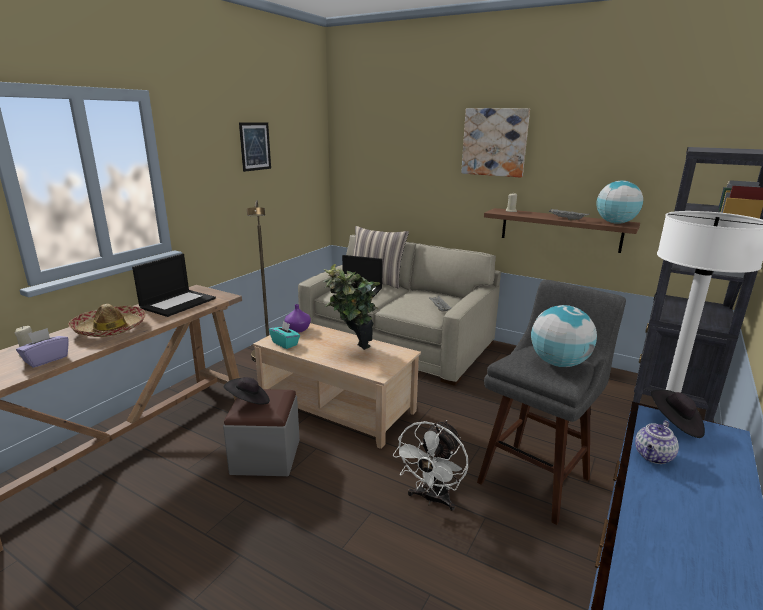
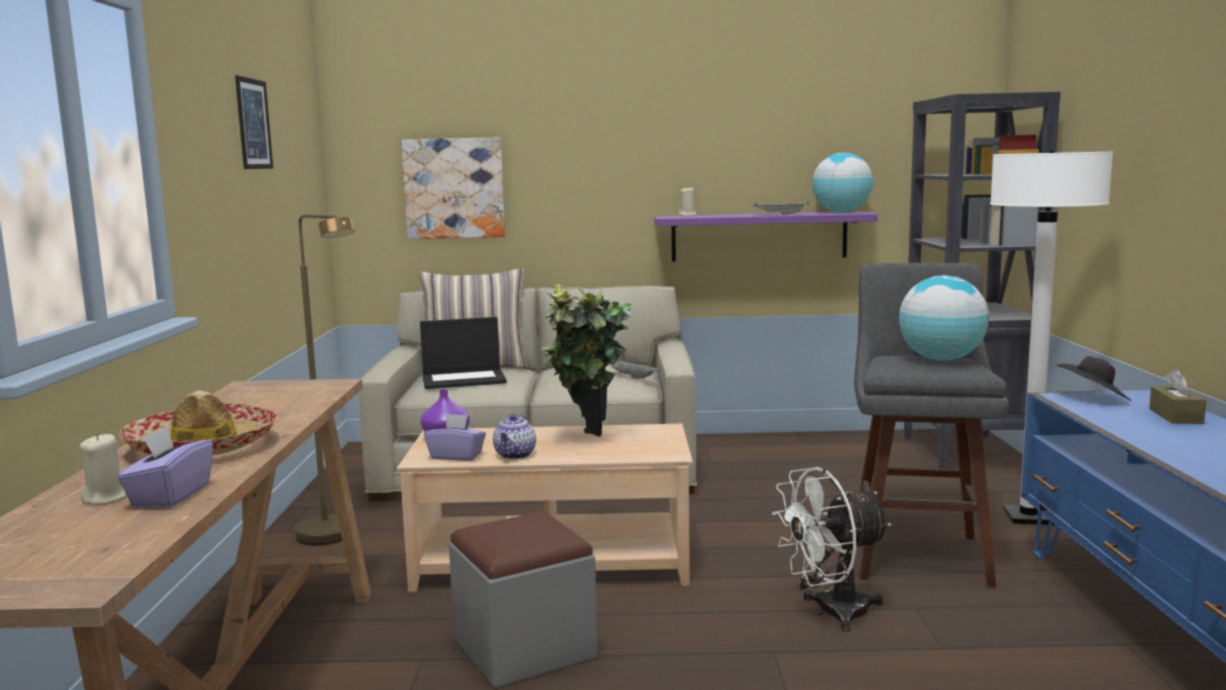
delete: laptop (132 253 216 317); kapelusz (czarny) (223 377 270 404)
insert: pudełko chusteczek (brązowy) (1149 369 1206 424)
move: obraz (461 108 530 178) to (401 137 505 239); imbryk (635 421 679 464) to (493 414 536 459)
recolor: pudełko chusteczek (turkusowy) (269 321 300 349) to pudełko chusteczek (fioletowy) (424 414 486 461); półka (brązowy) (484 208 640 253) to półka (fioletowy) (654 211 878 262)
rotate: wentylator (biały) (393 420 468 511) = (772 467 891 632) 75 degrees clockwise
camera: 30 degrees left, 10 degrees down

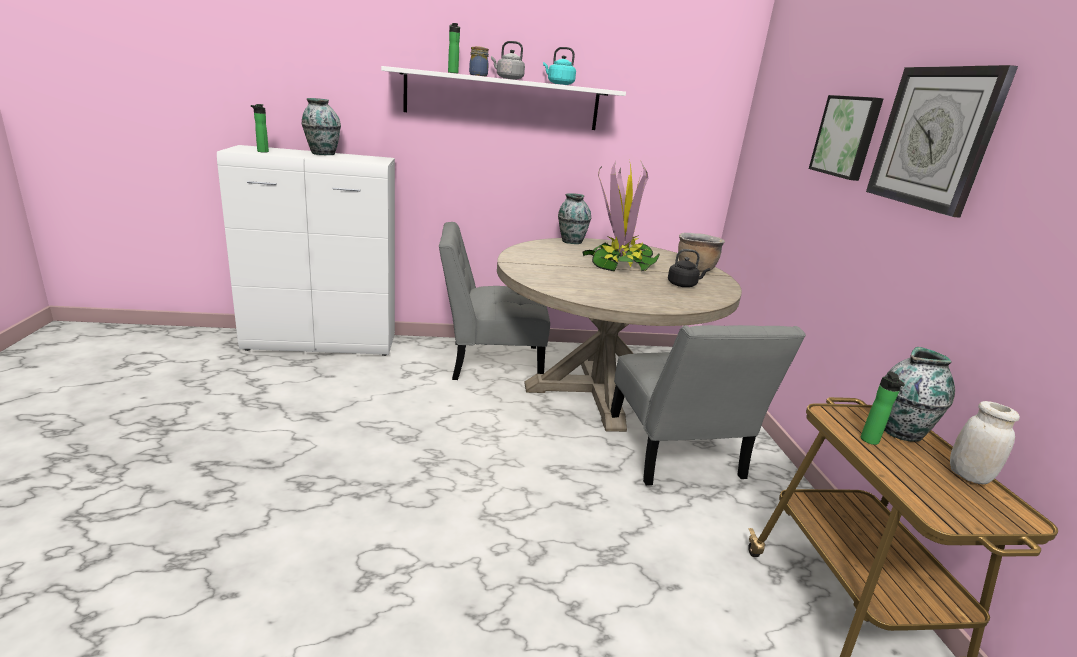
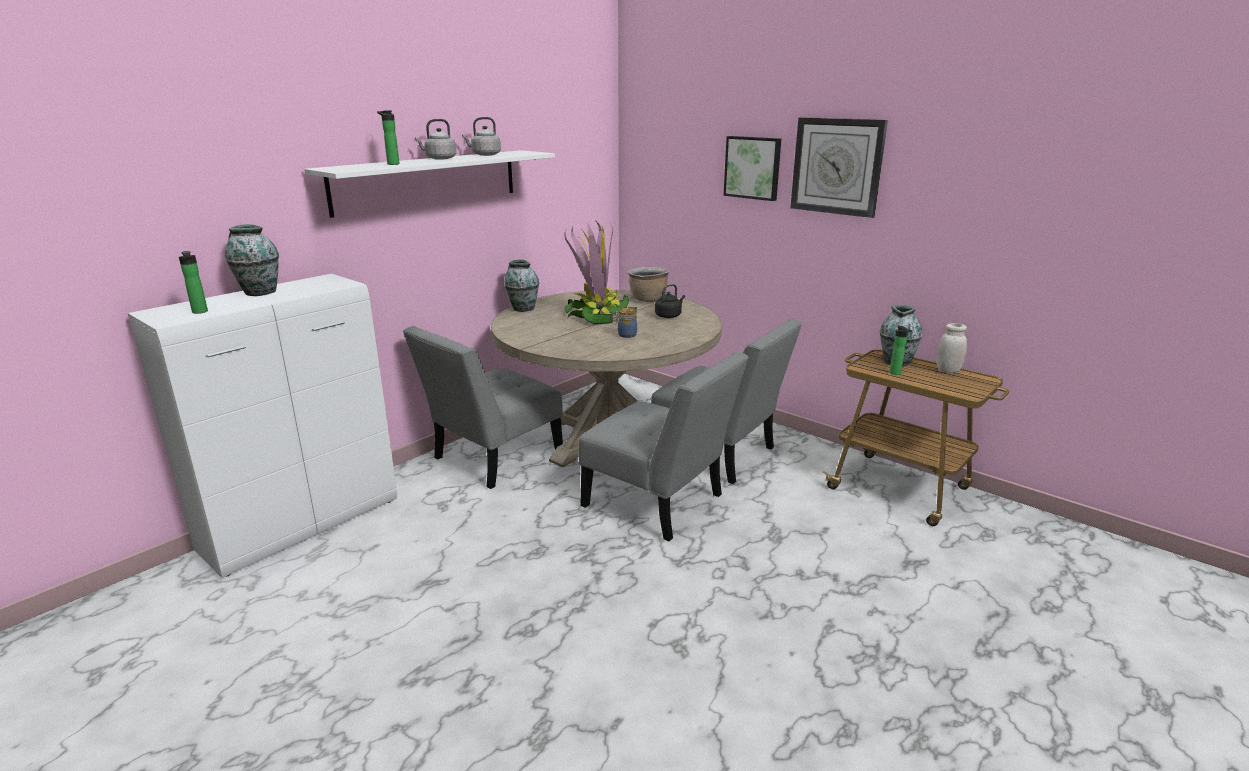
insert: krzesło (szary) (578 352 749 542)
move: słoik (469 46 489 76) to (616 308 637 338)
recolor: czajnik (turkusowy) (543 47 576 85) to czajnik (szary) (462 117 501 156)
camera: 40 degrees left, 0 degrees up

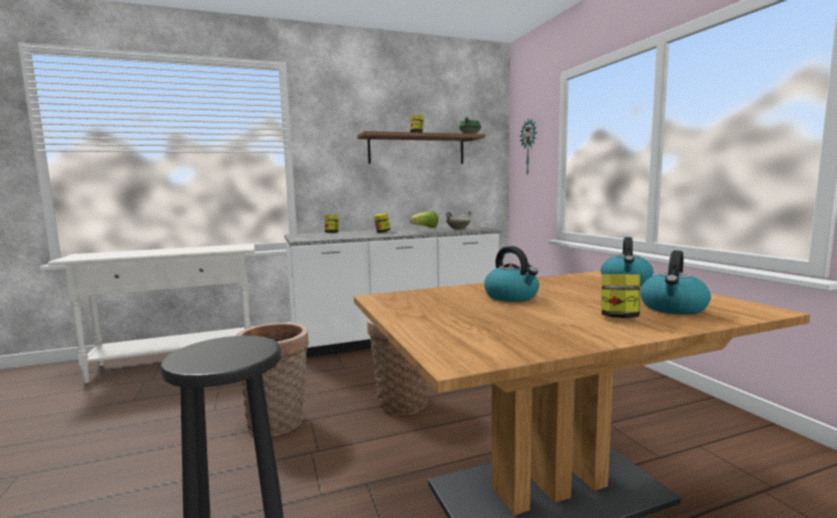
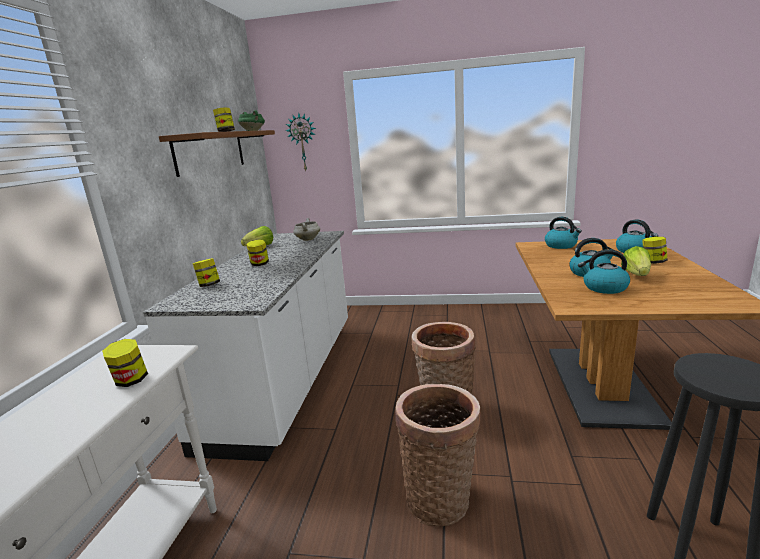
insert: słoik (102 339 148 387); czajnik (578 249 630 294); sałata (621 246 651 276)
camera: 60 degrees left, 10 degrees up

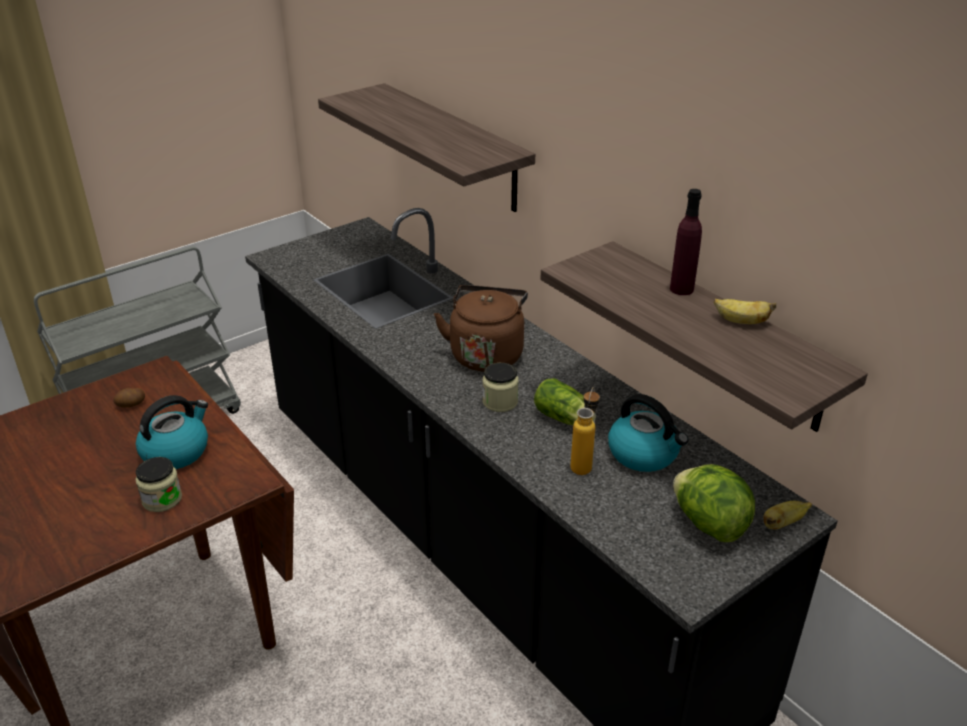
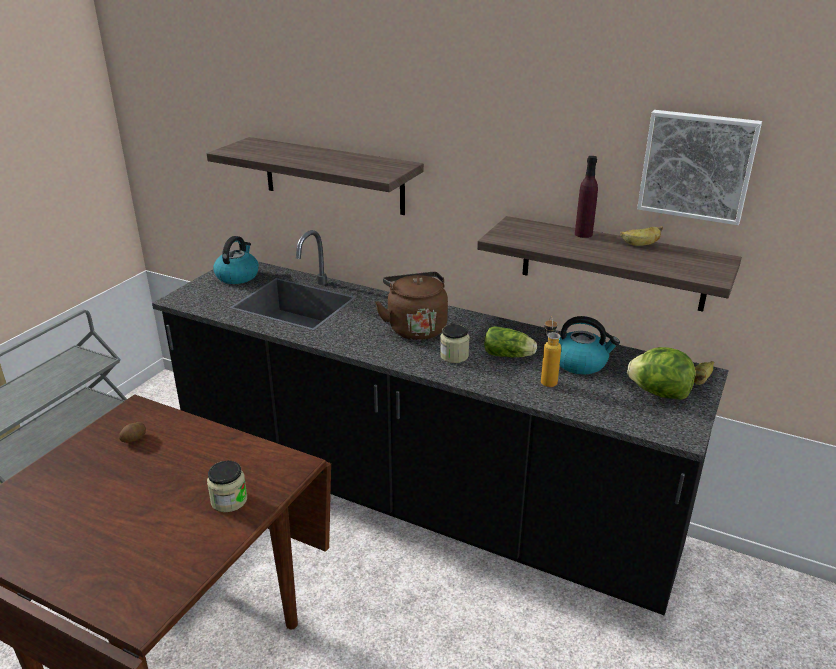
insert: obraz (637 110 762 225)
move: czajnik (136 395 208 469) to (213 236 259 284)
camera: 25 degrees left, 5 degrees down

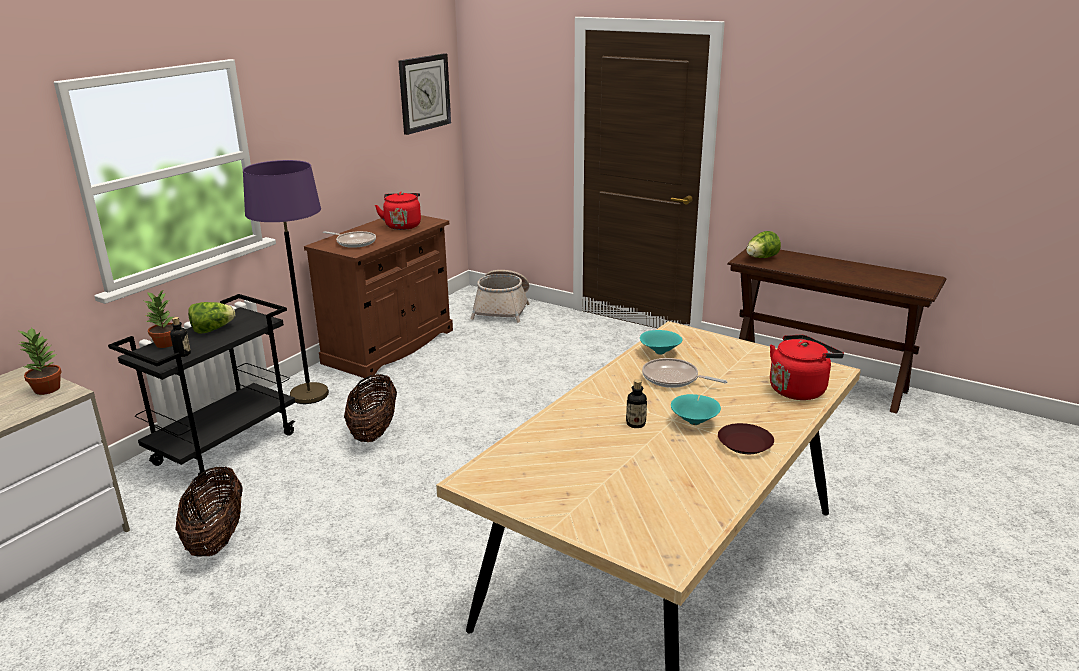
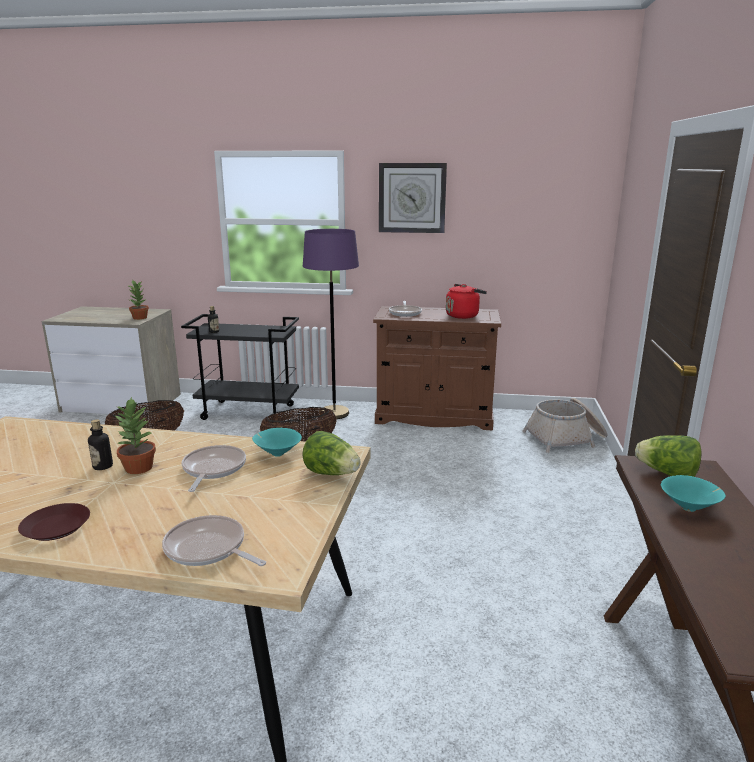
move: roślina doniczkowa (144 290 174 348) to (114 397 156 474); sałata (188 302 235 334) to (302 431 361 475); zegar ścienny (398 53 451 135) to (379 163 447 233); miska (turkusowy) (671 394 721 425) to (661 475 726 512)
replace: czajnik (czerwony) (770 335 844 400) to patelnia (162 515 266 566)
camera: 65 degrees right, 5 degrees down

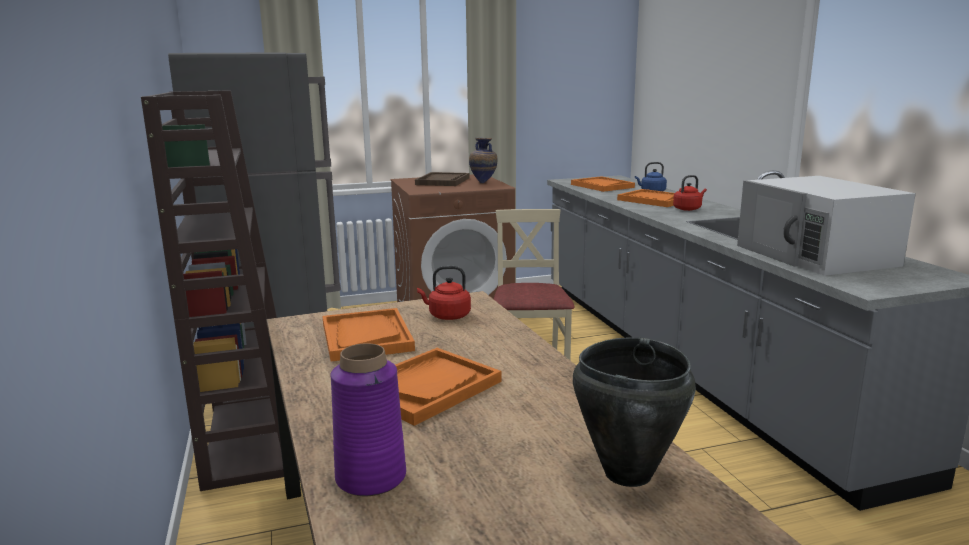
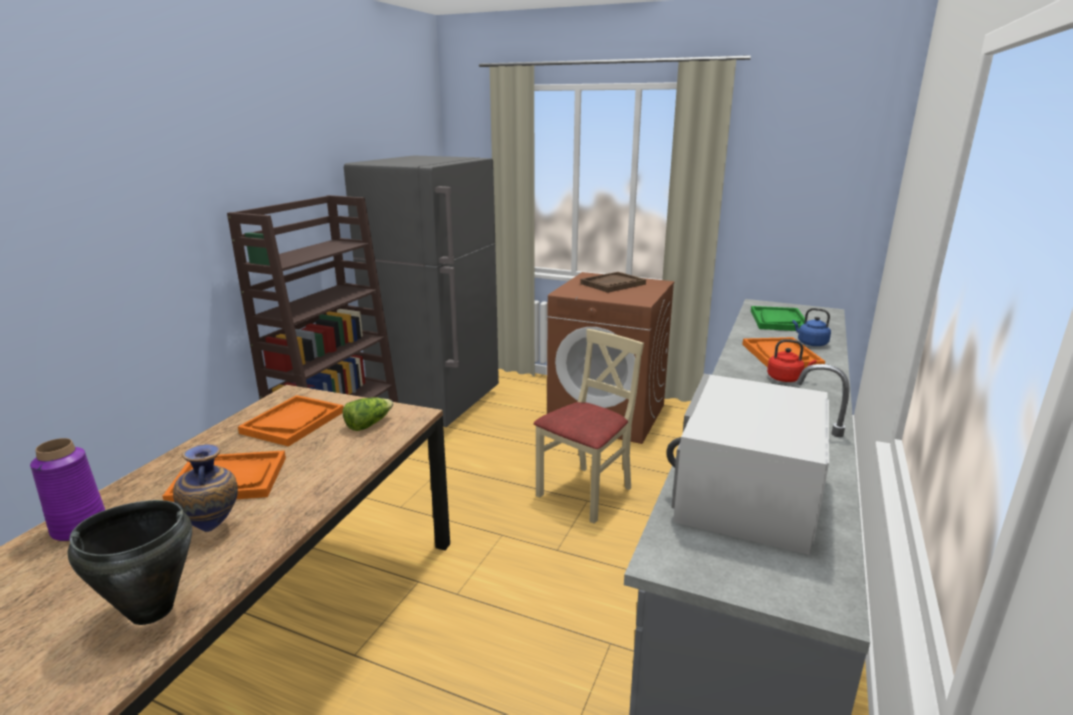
move: wazon (469 138 497 183) to (173 444 238 532)
replace: czajnik (czerwony) (417 266 471 320) to sałata (342 397 393 431)
recolor: taca (pomarańczowy) (571 176 635 192) to taca (zielony) (751 306 805 331)
camera: 40 degrees right, 5 degrees up

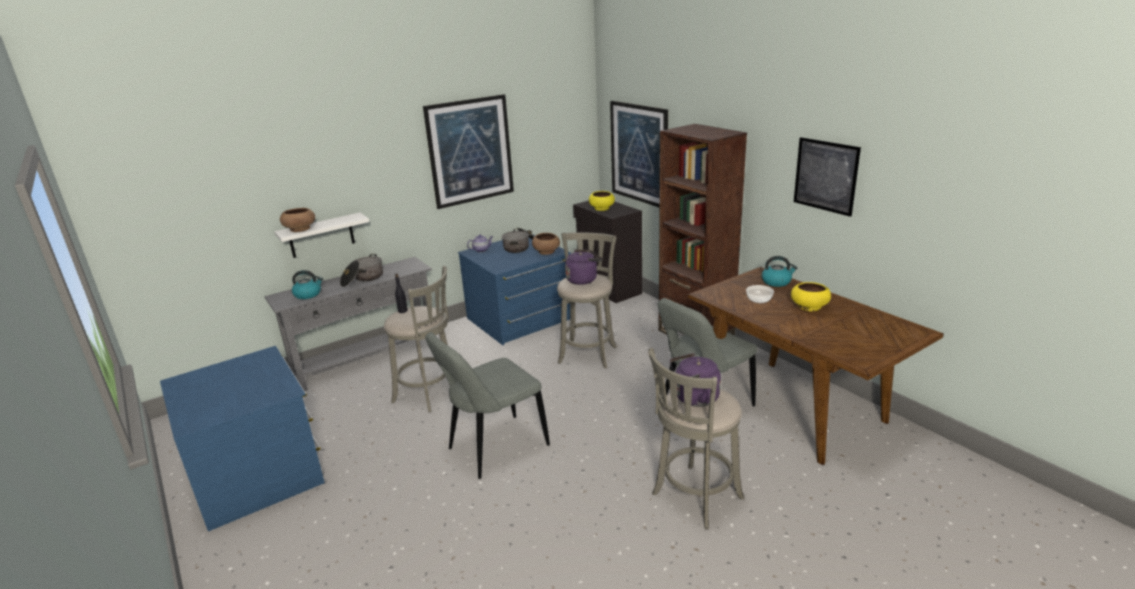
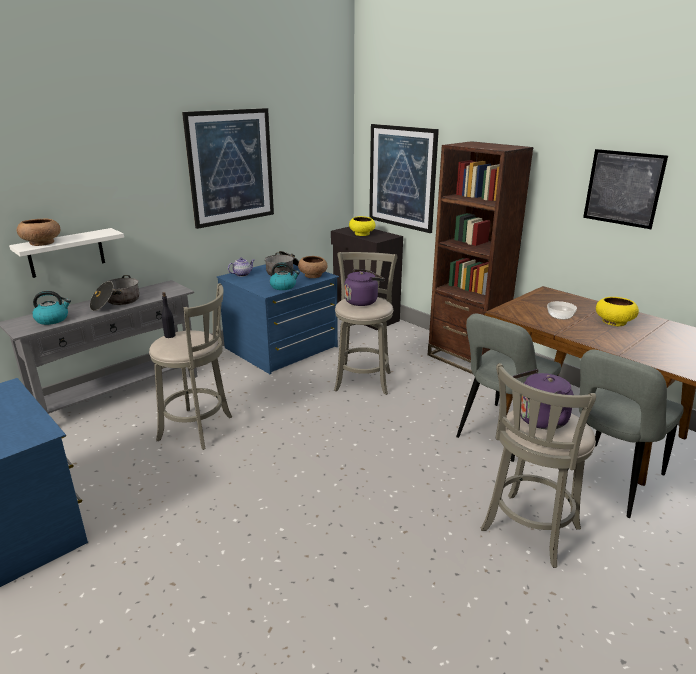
move: czajnik (762 256 797 287) to (270 262 300 290); krzesło (szary) (425 332 550 479) to (579 349 684 518)
camera: 10 degrees left, 0 degrees up

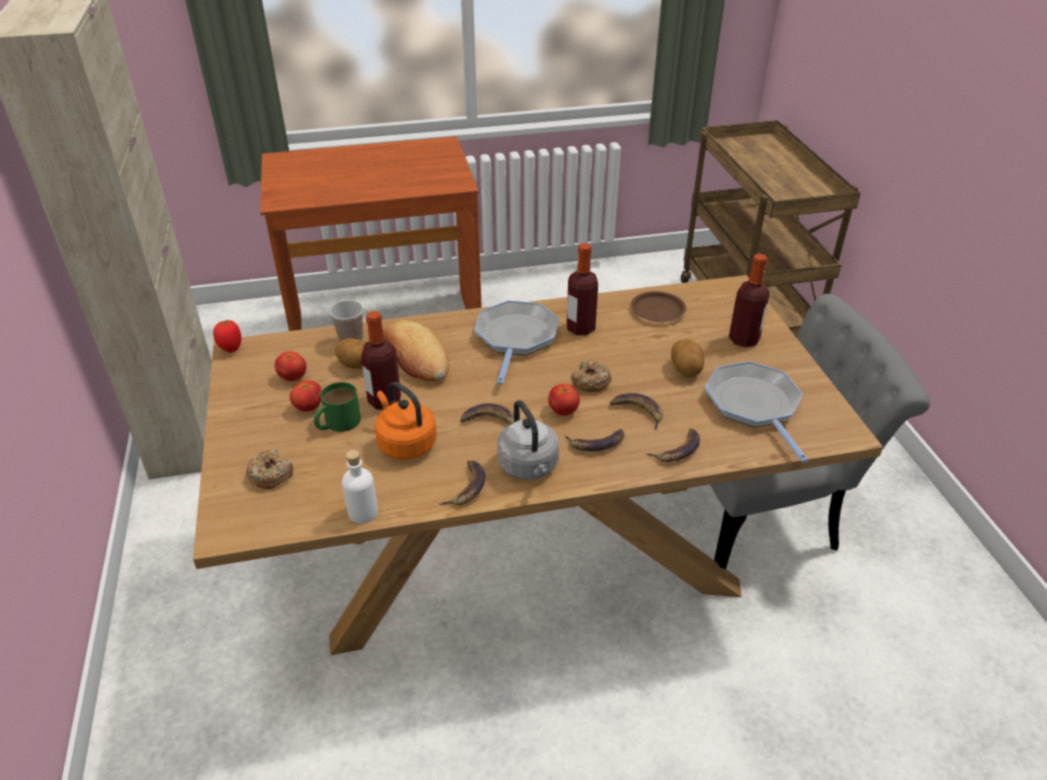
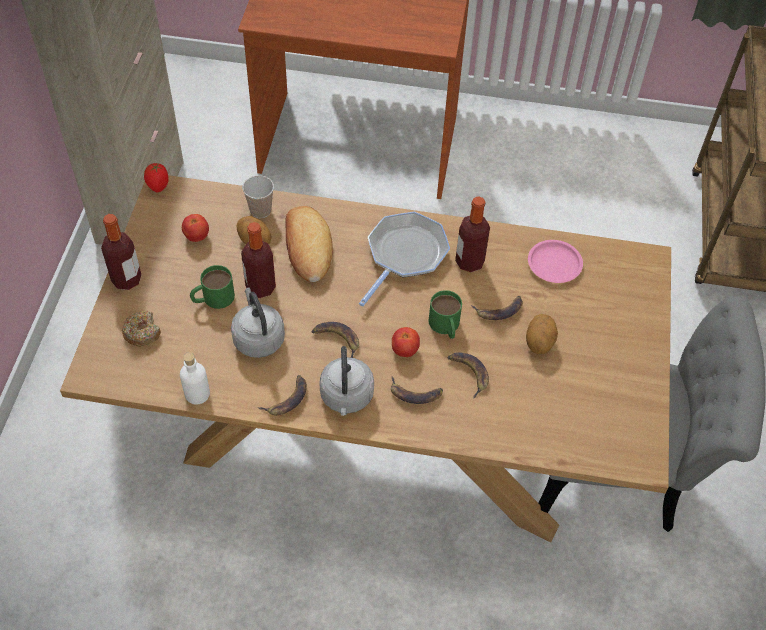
delete: pomidor (290 380 322 412); patelnia (705 361 808 463)
move: butelka (729 254 770 348) to (101 214 141 290); banan (645 429 700 462) to (471 296 523 320)
replace: donut (571 360 612 392) to kubek (zielony) (429 290 462 339)
recolor: czajnik (pomarańczowy) (375 382 437 460) to czajnik (szary) (231 287 285 358); talerz (brązowy) (631 291 686 322) to talerz (różowy) (528 240 583 283)
camera: 20 degrees right, 15 degrees up

